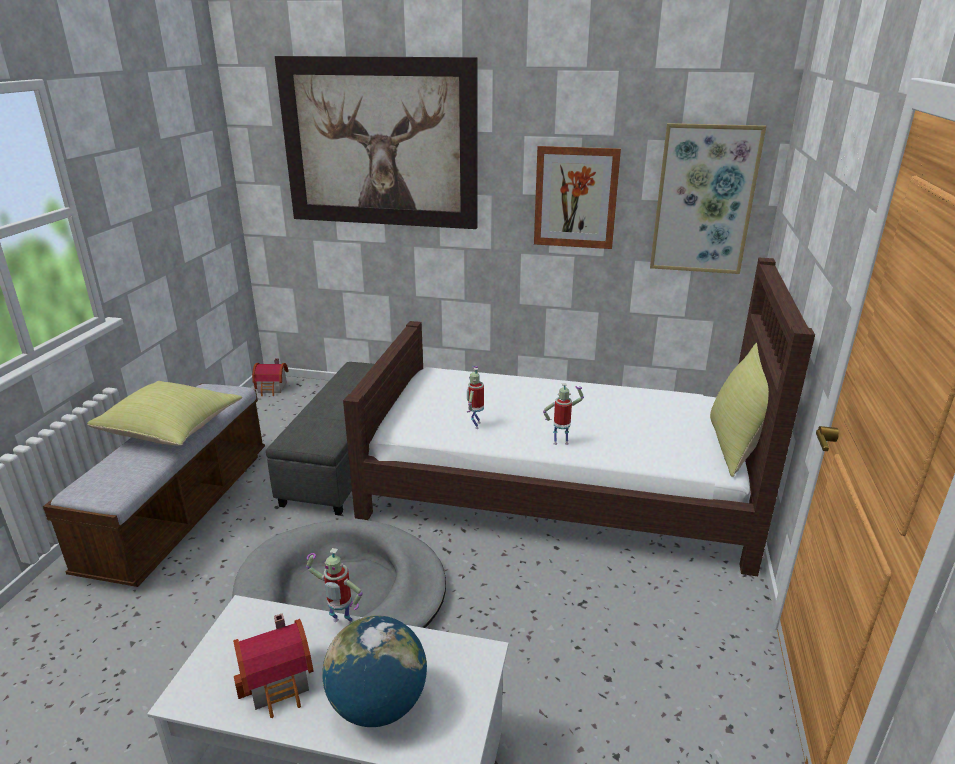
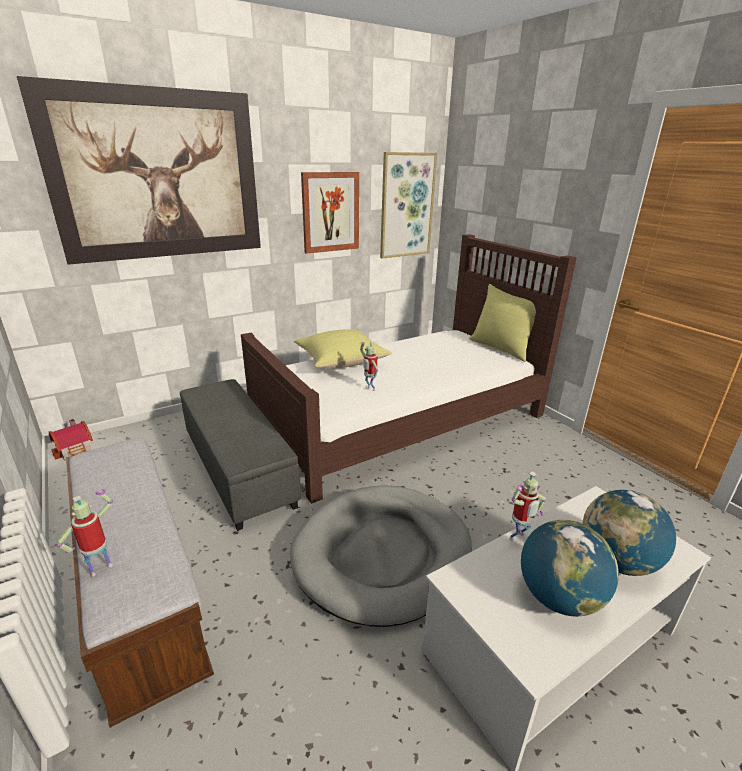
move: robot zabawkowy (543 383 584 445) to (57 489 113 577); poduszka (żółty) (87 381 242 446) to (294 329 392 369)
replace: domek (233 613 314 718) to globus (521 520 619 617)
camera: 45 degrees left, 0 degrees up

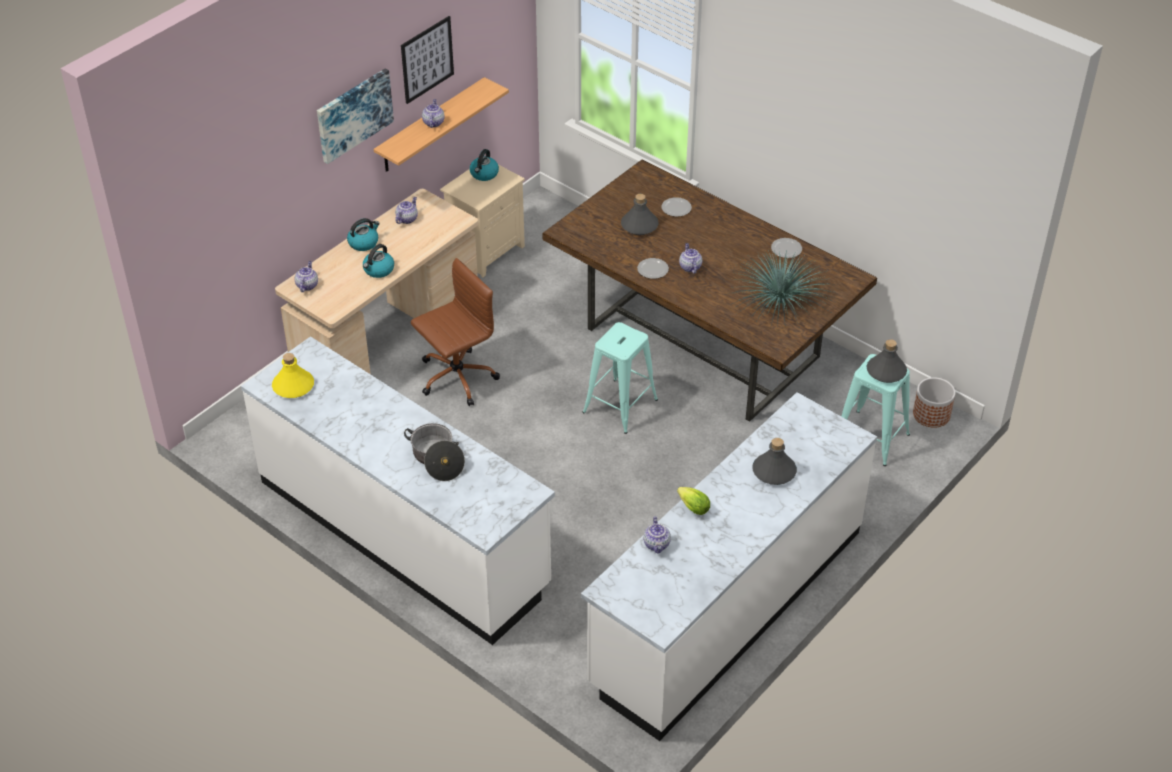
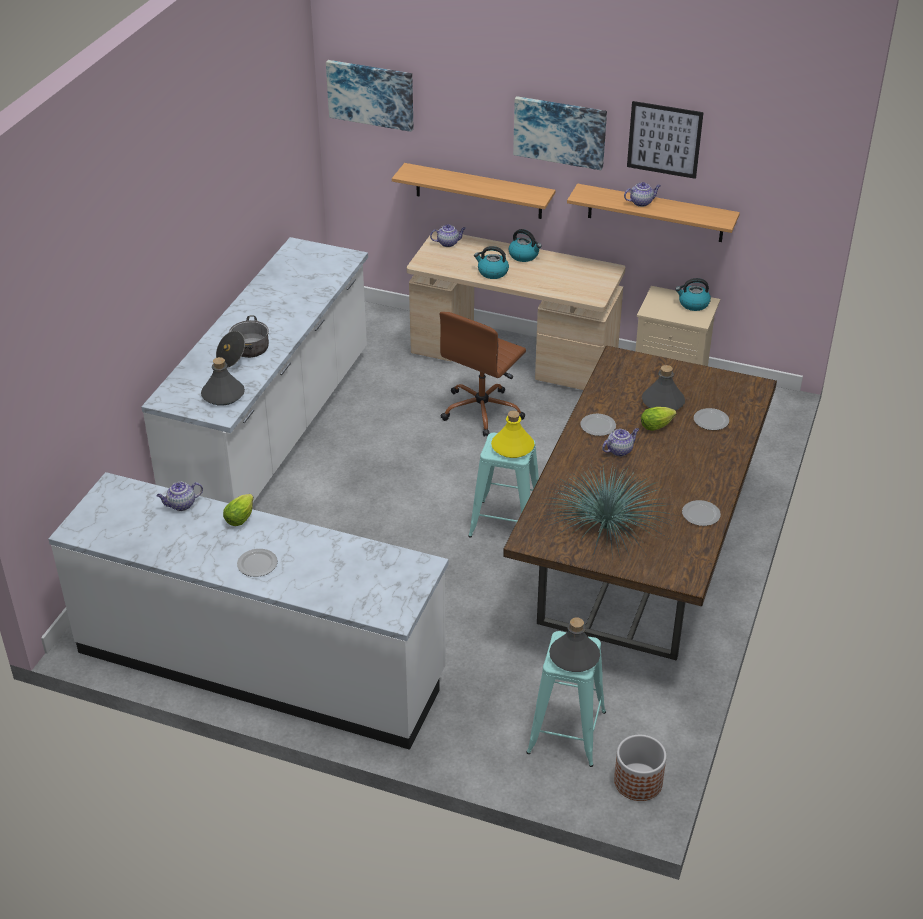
delete: imbryk (395 197 418 224)
insert: talerz (237 549 278 577); obraz (326 60 413 132); półka (392 163 555 219); sałata (641 407 676 431)
move: butelka (szary) (753 438 797 485) to (201 357 245 406); butelka (żółty) (272 353 314 398) to (491 411 535 458)
rotate: krzesło biurowe (brązowy) (411 258 500 406) = (440 312 526 437) 90 degrees clockwise
camera: 70 degrees right, 5 degrees down

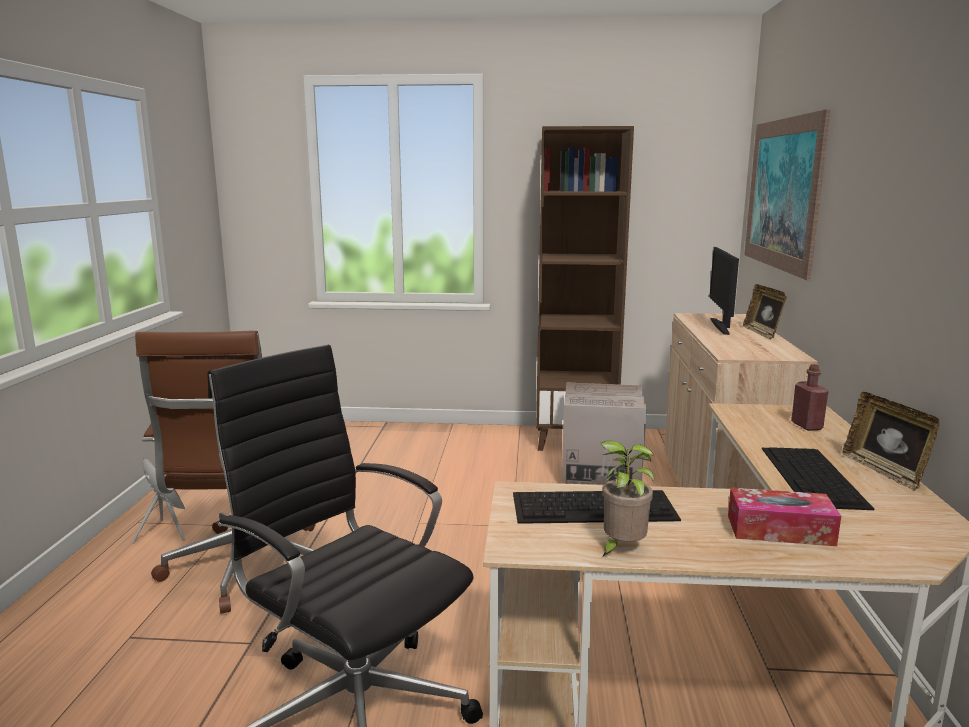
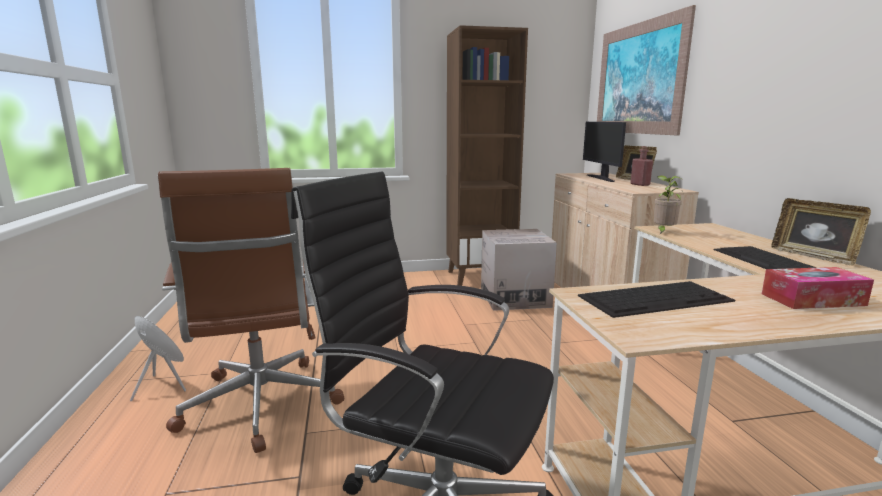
move: butelka (czerwony) (791 364 828 431) to (630 146 653 186); roślina doniczkowa (601 441 654 557) to (654 175 684 234)
camera: 15 degrees left, 0 degrees up

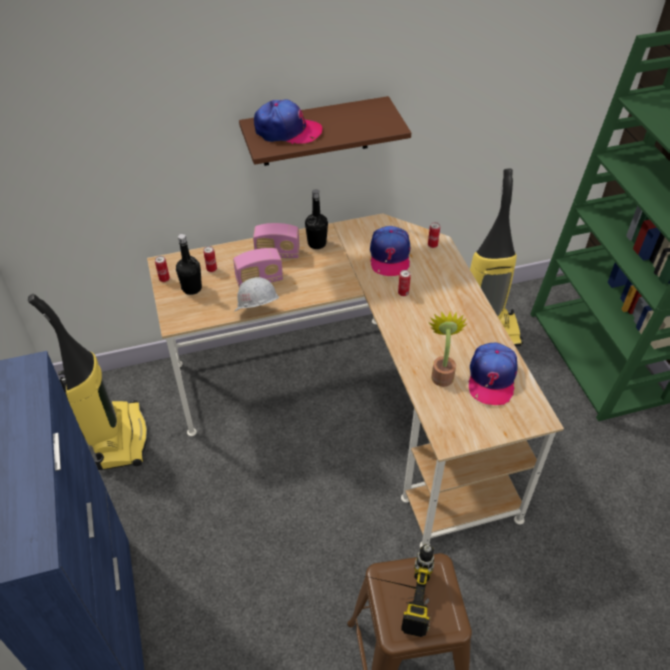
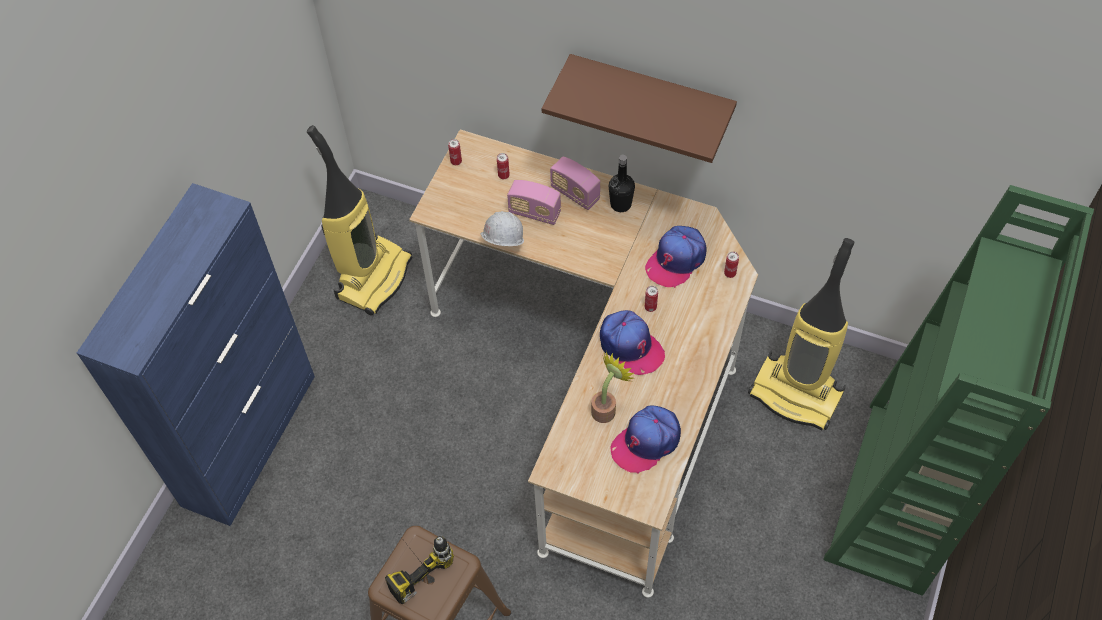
delete: butelka (czarny) (176 234 202 295)
move: czapka z daszkiem (254 99 322 144) to (600 310 665 375)
camera: 40 degrees right, 10 degrees up

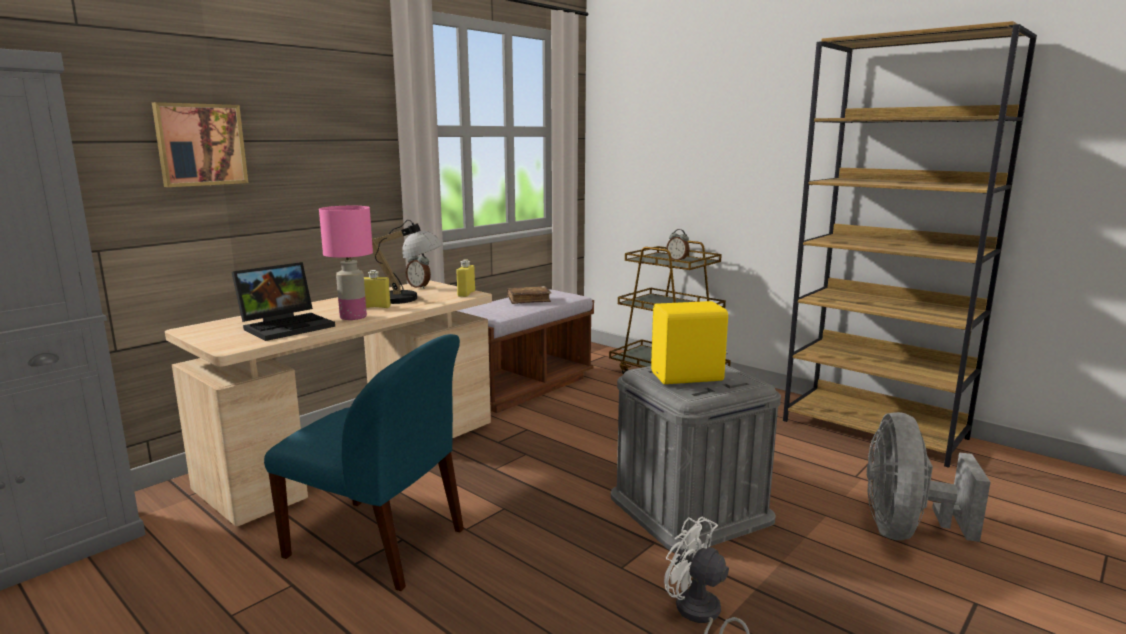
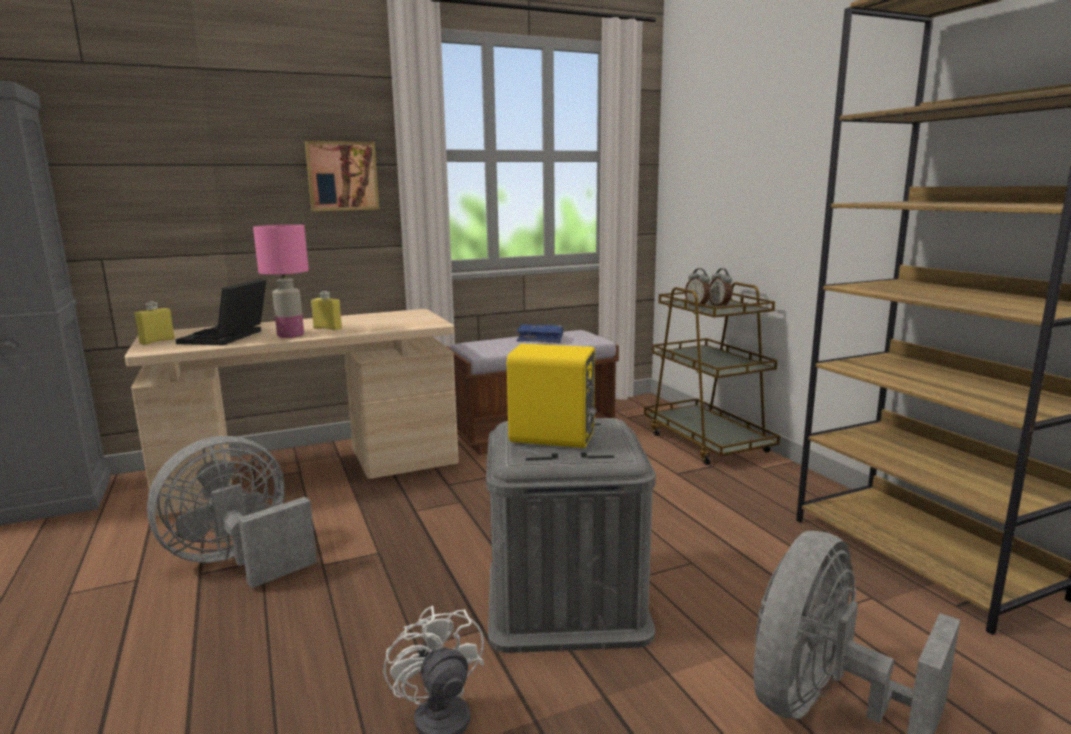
delete: lampa stołowa (372 220 442 304)
move: butelka (żółty) (457 259 475 297) to (135 301 175 345); obraz (152 102 248 187) to (305 141 379 211); budzik (406 254 431 289) to (685 268 711 307)
replace: krzesło (niebieski) (264 334 464 591) to wentylator (szary) (147 436 317 588)
recolor: książka (brązowy) (507 286 551 304) to książka (niebieski) (516 325 563 343)
rotate: laptop (232 262 335 341) = (175 279 266 345) 120 degrees clockwise
camera: 25 degrees right, 0 degrees up

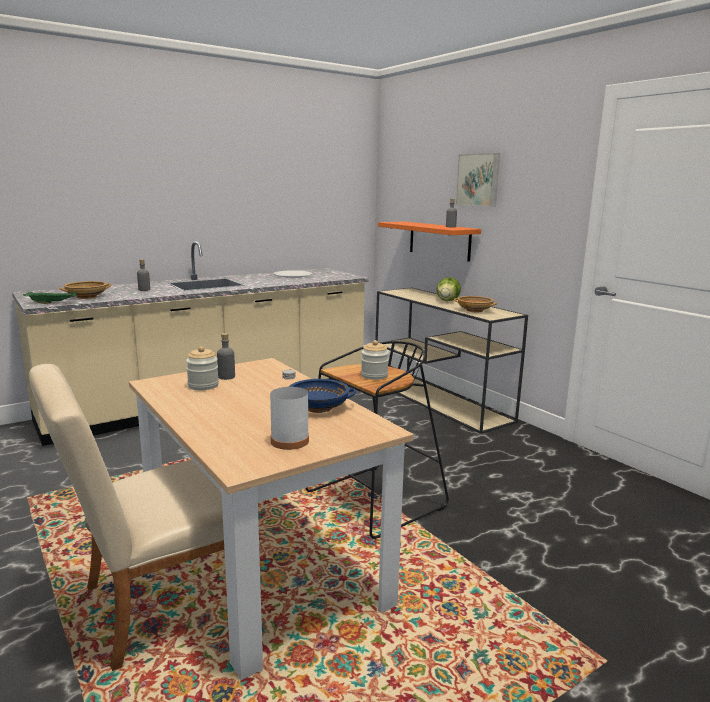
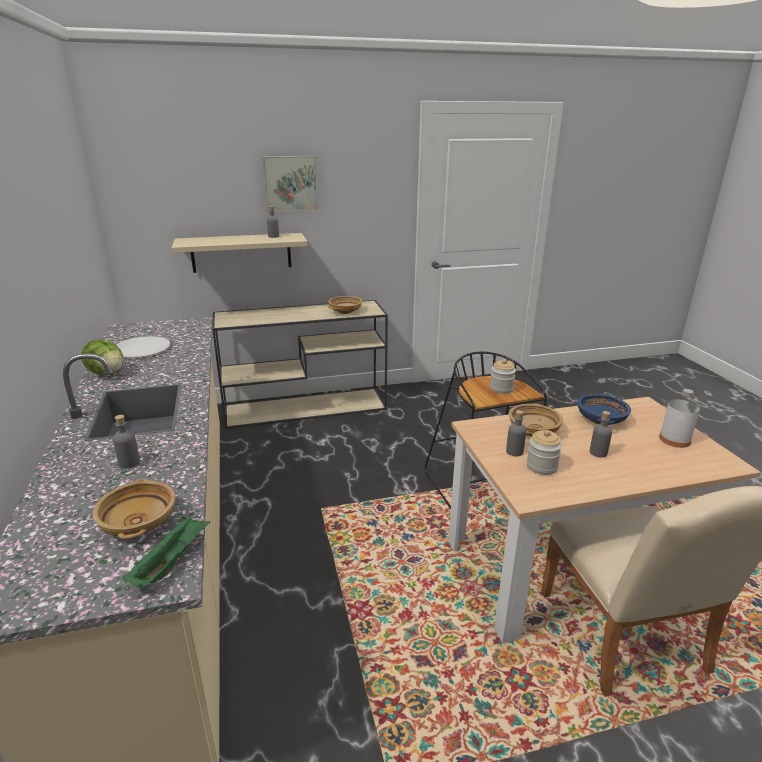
insert: miska (beżowy) (509 403 563 436); butelka (szary) (590 411 612 458)
move: sałata (436 277 461 301) to (81 339 123 375)
recolor: półka (pomarańczowy) (378 221 481 261) to półka (beżowy) (172 233 307 273)
camera: 70 degrees left, 10 degrees up

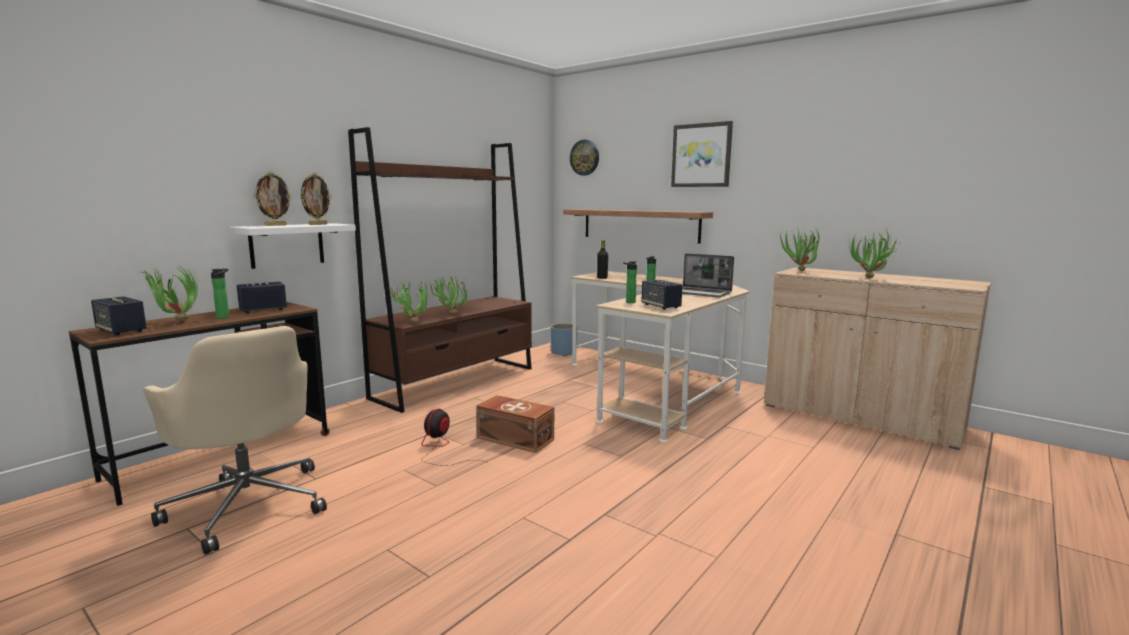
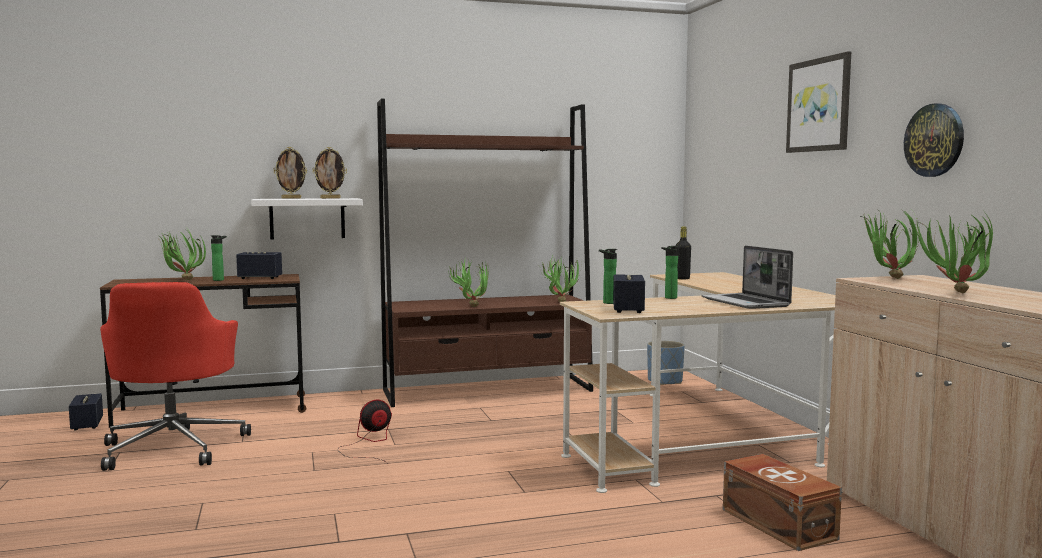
delete: półka (563 209 713 244)
move: głośnik (91 296 147 335) to (69 393 103 430); roślina doniczkowa (390 280 427 324) to (541 256 579 302); pojemnik do przechowywania (brązowy) (476 395 554 453) to (723 454 842 551); zegar ścienny (570 140 599 176) to (904 103 964 177)
recolor: krzesło biurowe (beżowy) (143 326 327 555) to krzesło biurowe (czerwony) (100 282 251 471)
camera: 35 degrees right, 5 degrees down

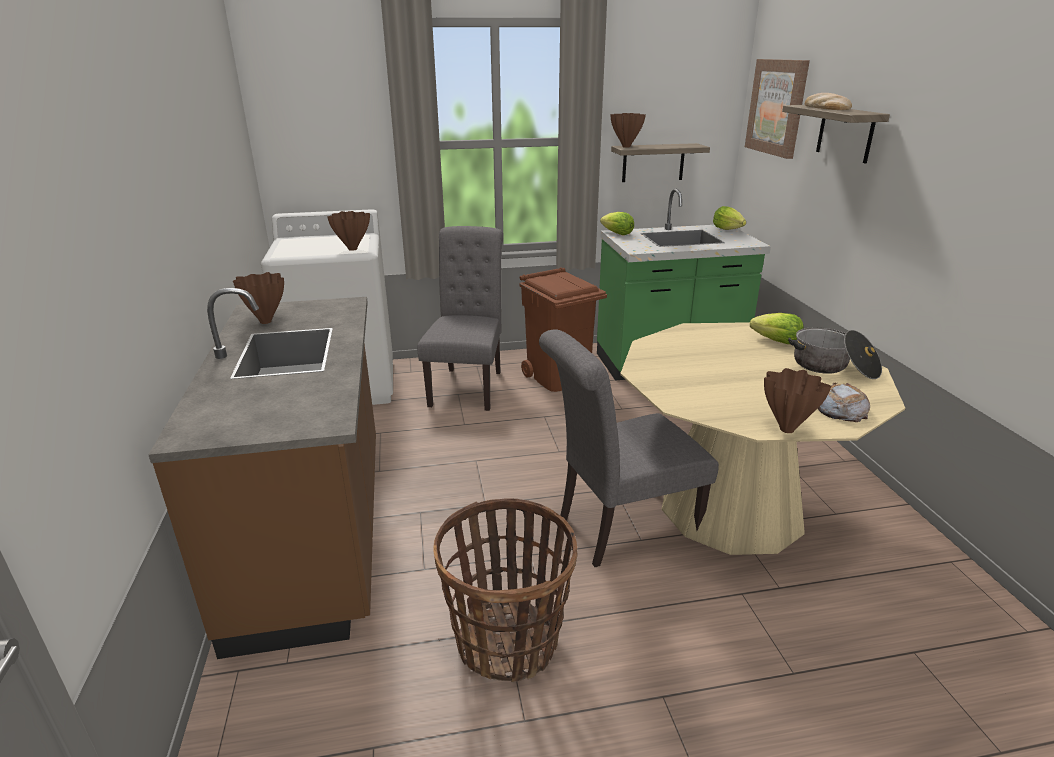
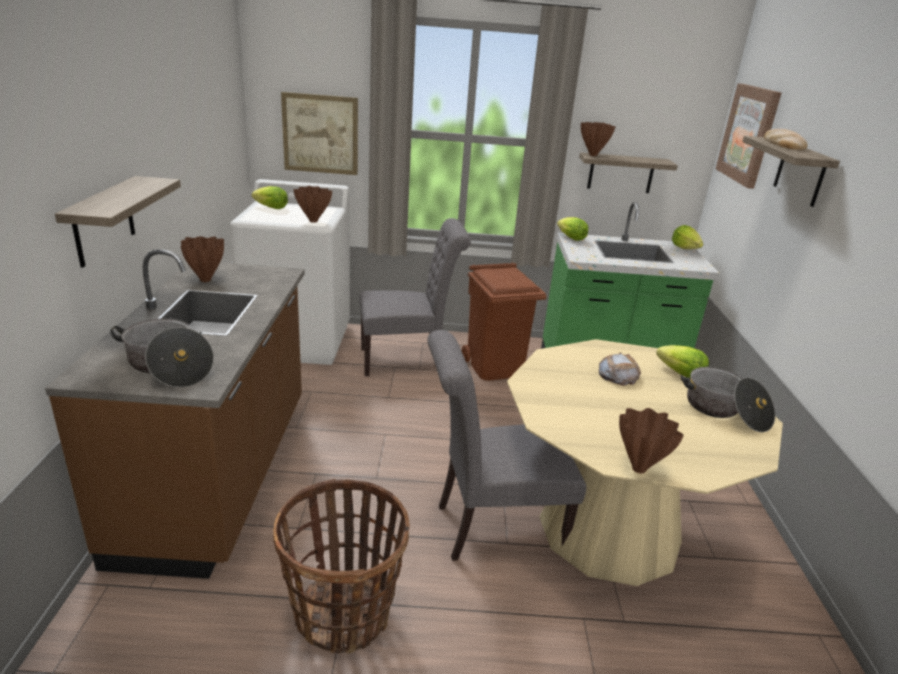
insert: półka (55 176 181 268); garnek (110 318 214 388); sałata (252 186 288 209); obraz (281 92 358 175)
move: chleb (818 383 870 422) to (599 353 641 386)
rotate: krzesło (szary) (417 226 503 411) = (359 218 471 376) 60 degrees clockwise
camera: 10 degrees right, 0 degrees up

